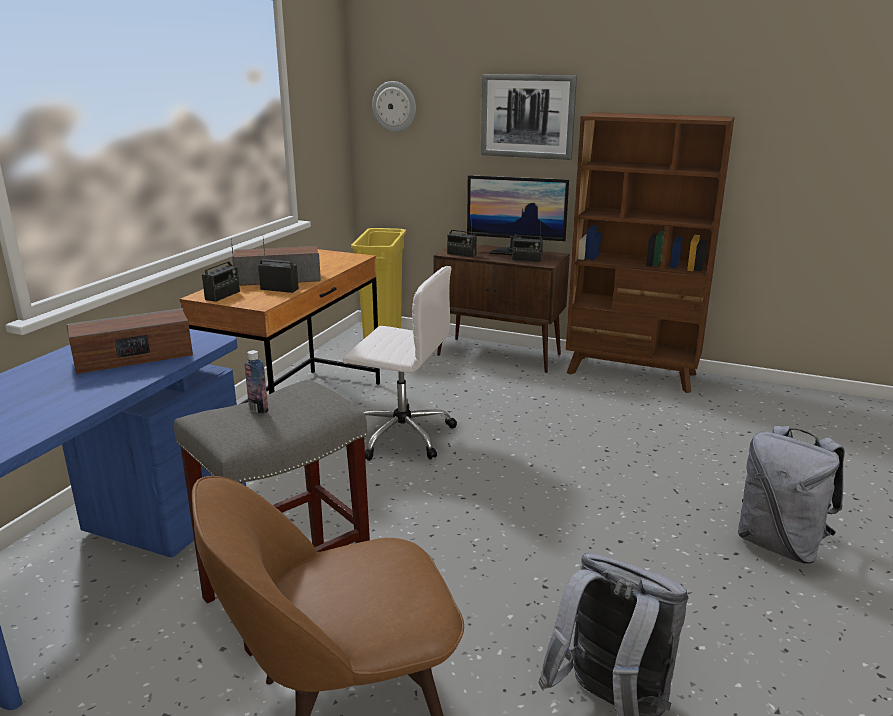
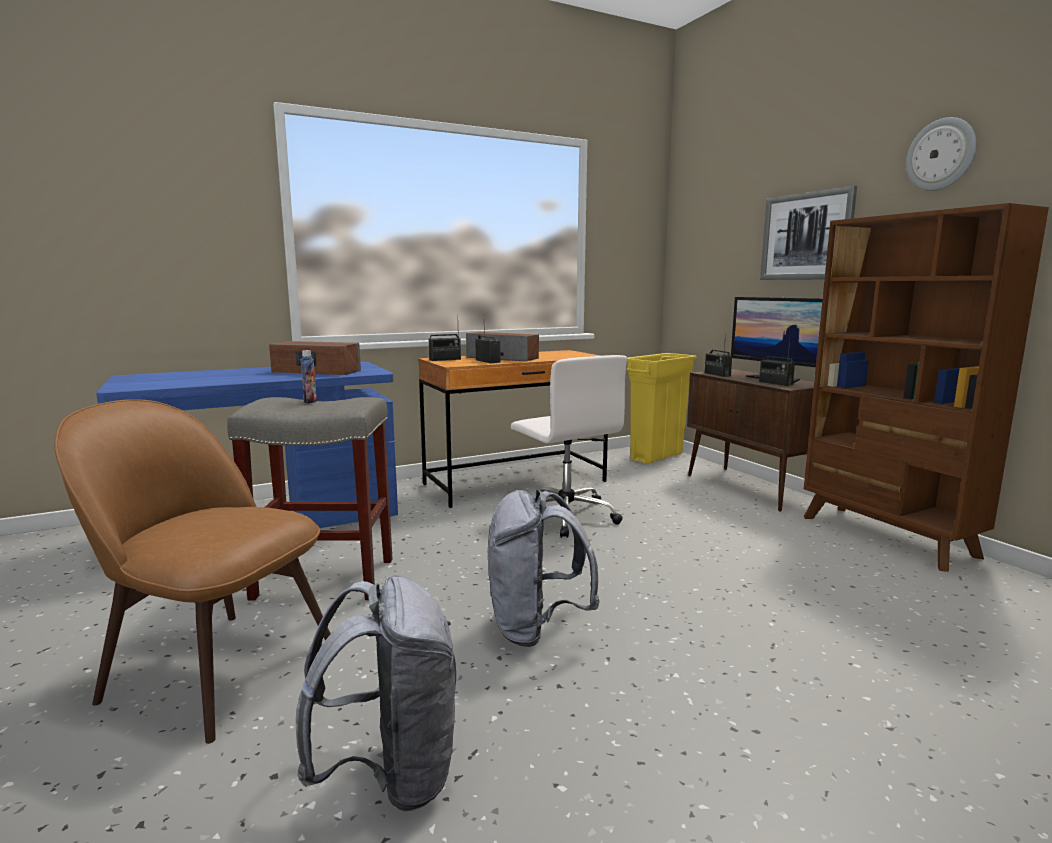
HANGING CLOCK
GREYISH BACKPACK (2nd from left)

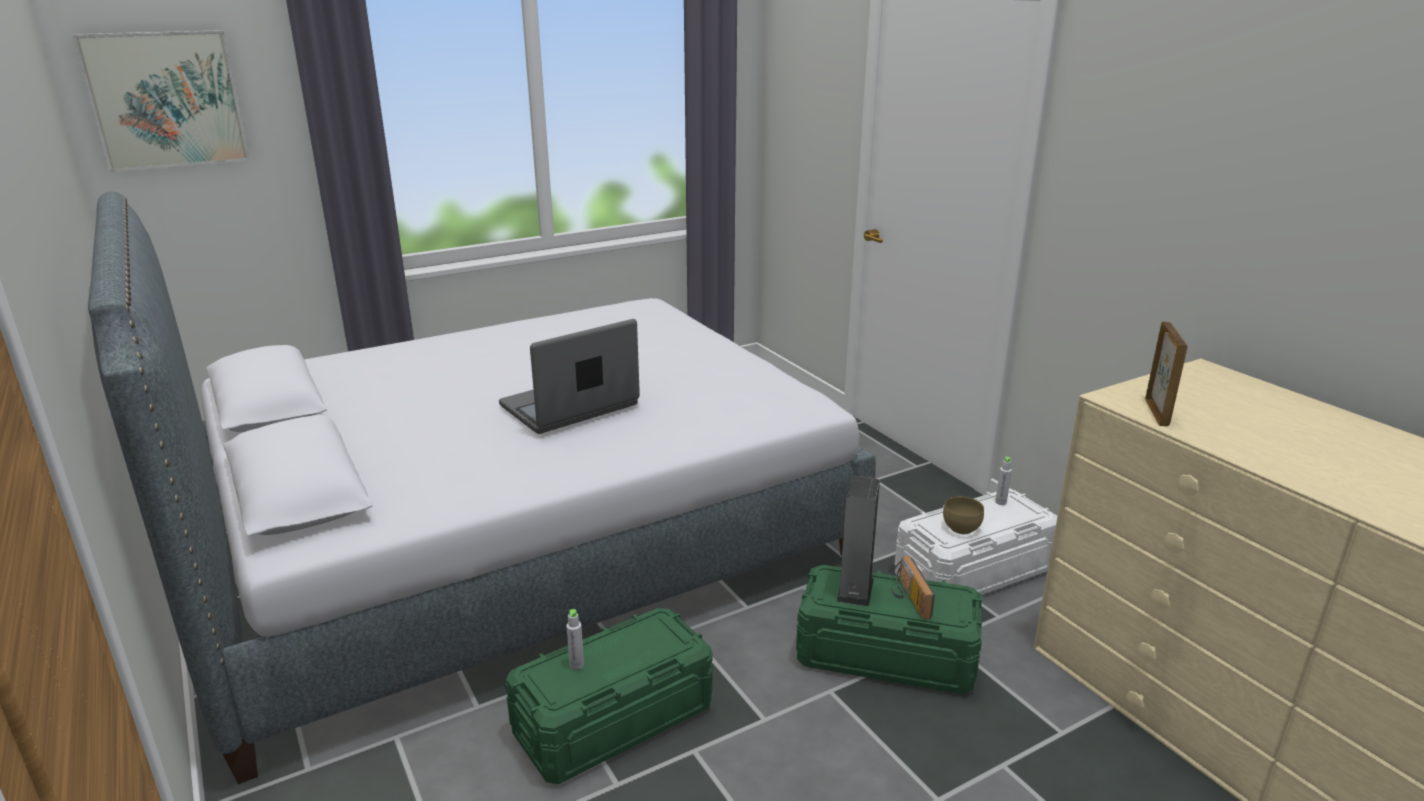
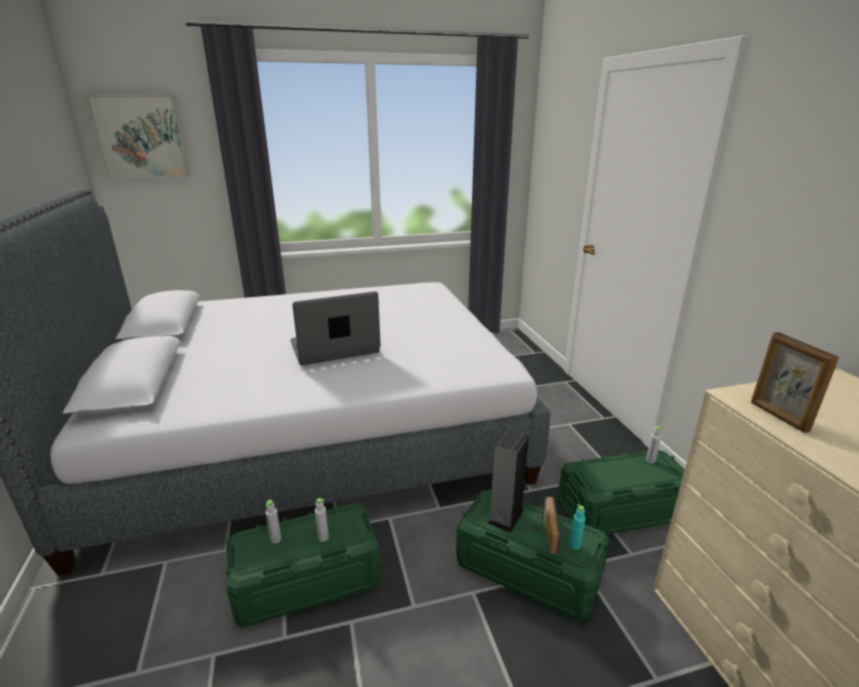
GREEN STORAGE BIN (3rd from left)
BROWNISH DEEP DISH
PHOTO FRAME
GREYISH DRINK BOTTLE (2nd from left)
TURQUOISE-COLOURED DRINK BOTTLE

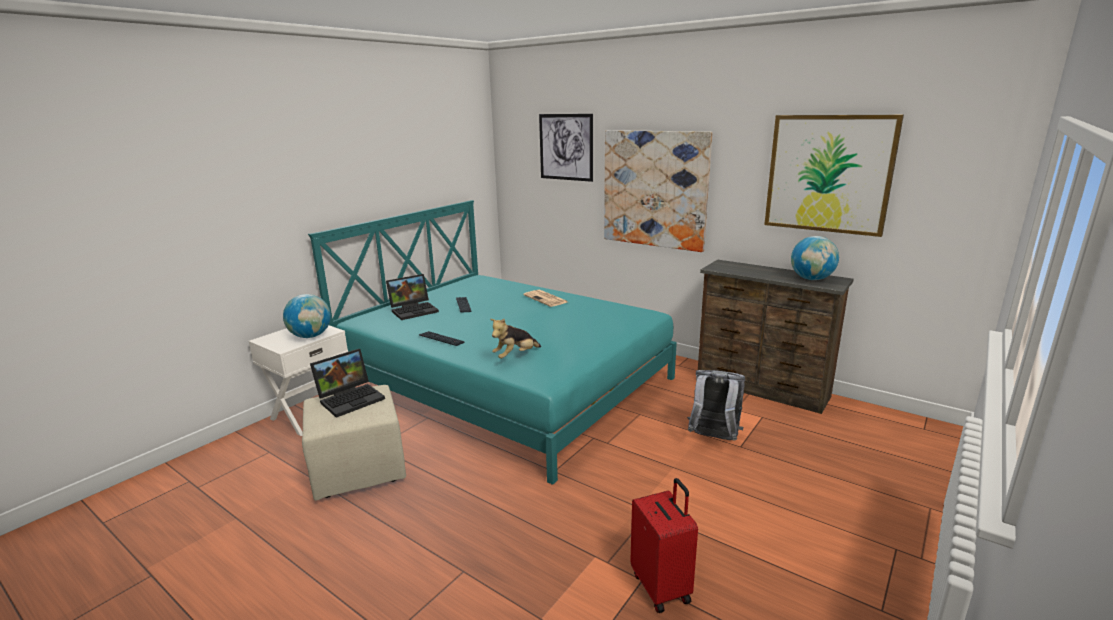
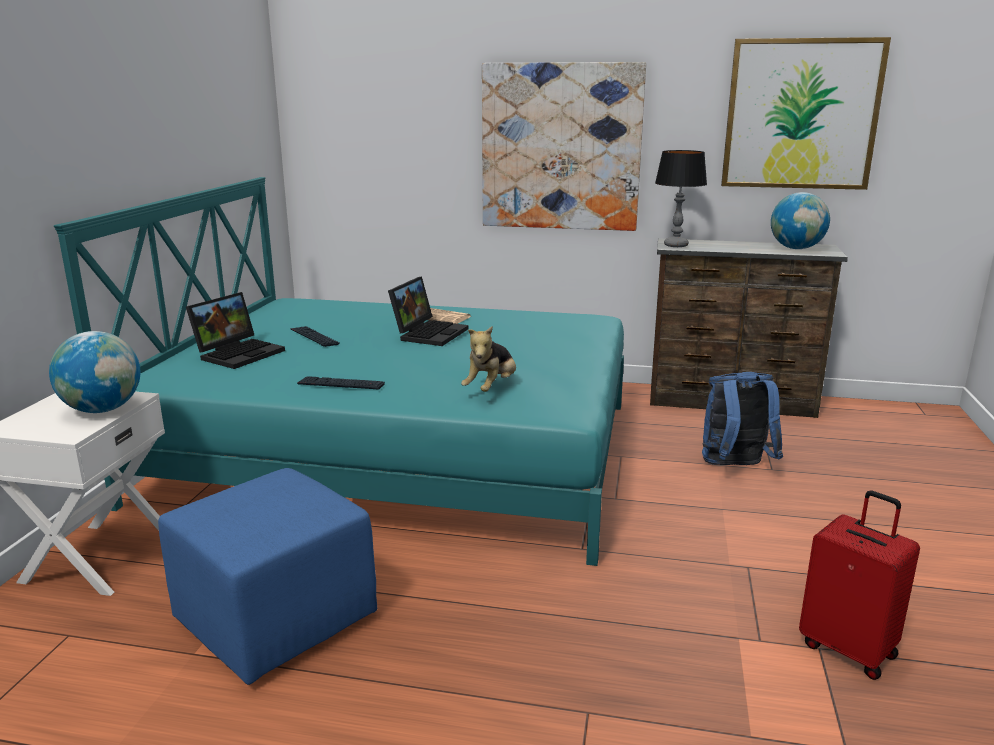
BLUE POUFFE
NOTEBOOK COMPUTER (2nd from left)
WALL PICTURE (1st from left in the first image)
BLUE BACKPACK
TABLETOP LAMP

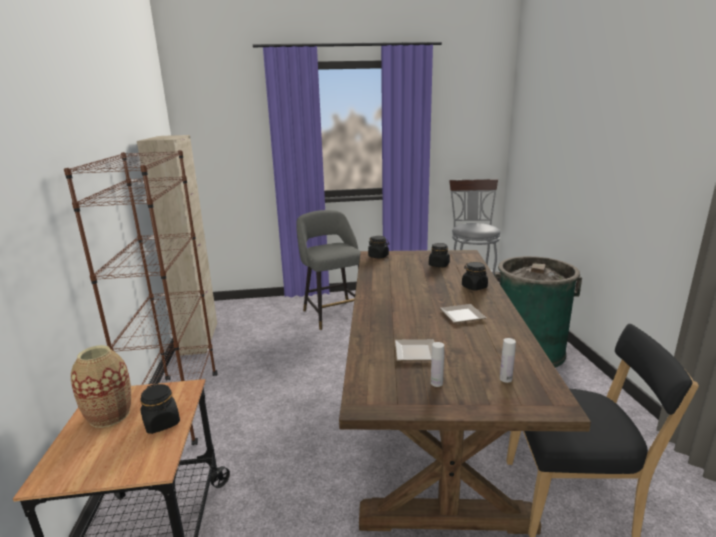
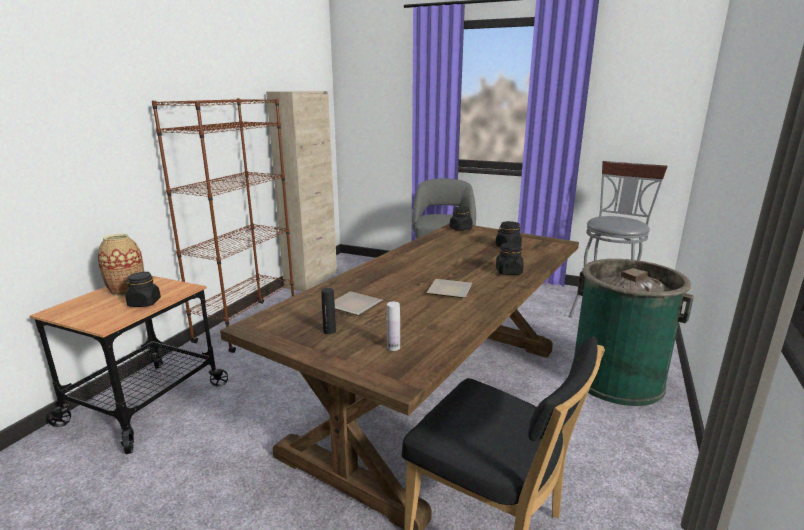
BLACK-COLOURED DRINK BOTTLE

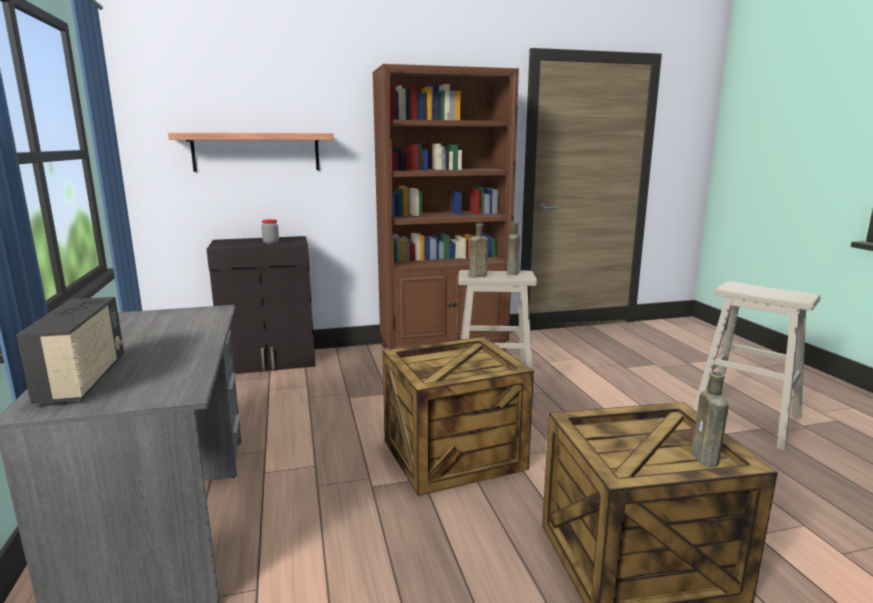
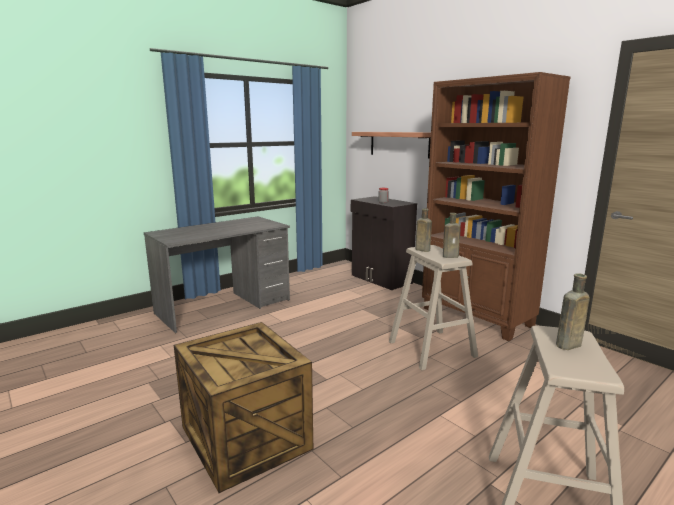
RADIO RECEIVER
SHIPPING CRATE (1st from left in the first image)
BROWNISH DRINK BOTTLE (3rd from left)

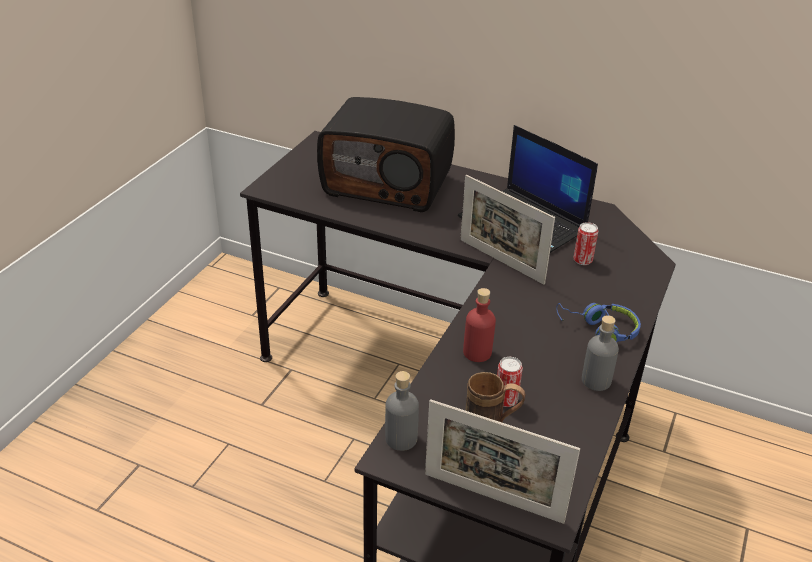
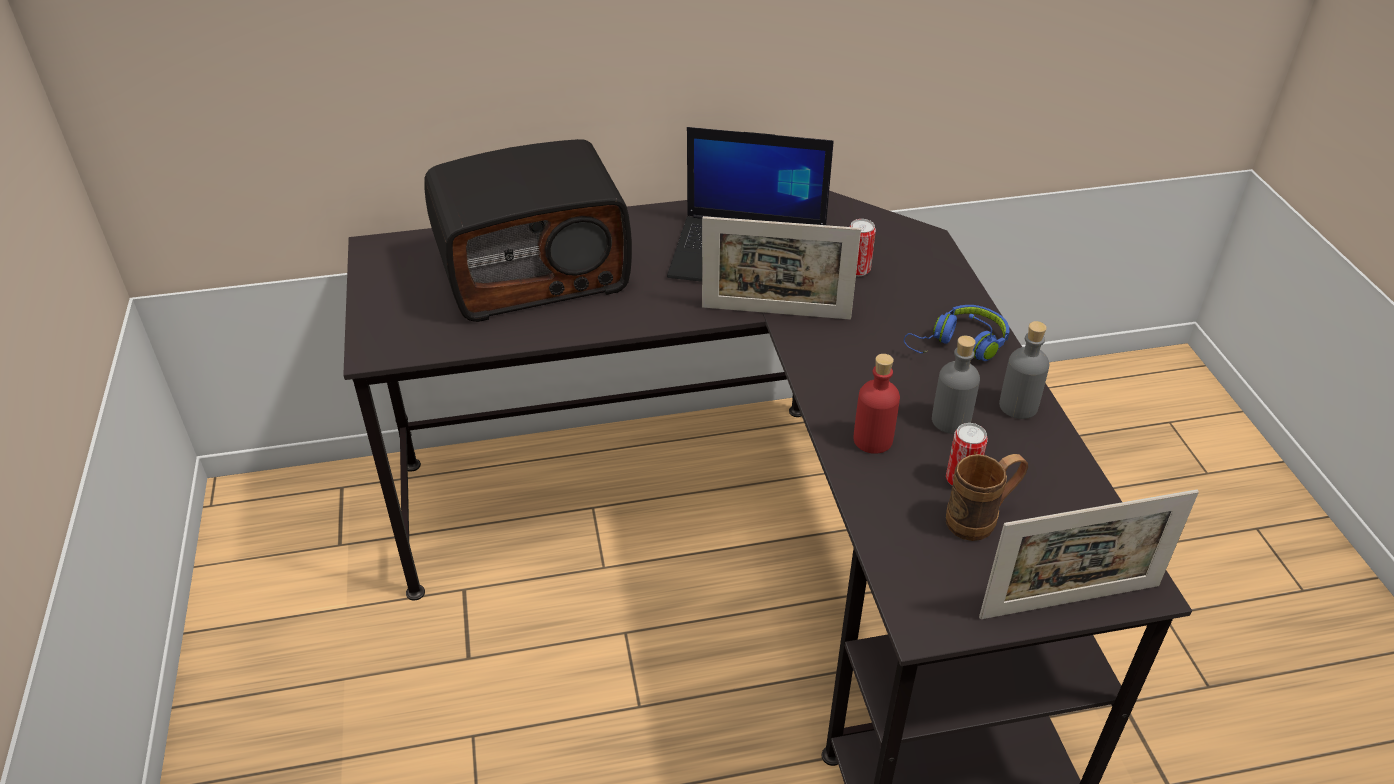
GREYISH DRINK BOTTLE (1st from left)

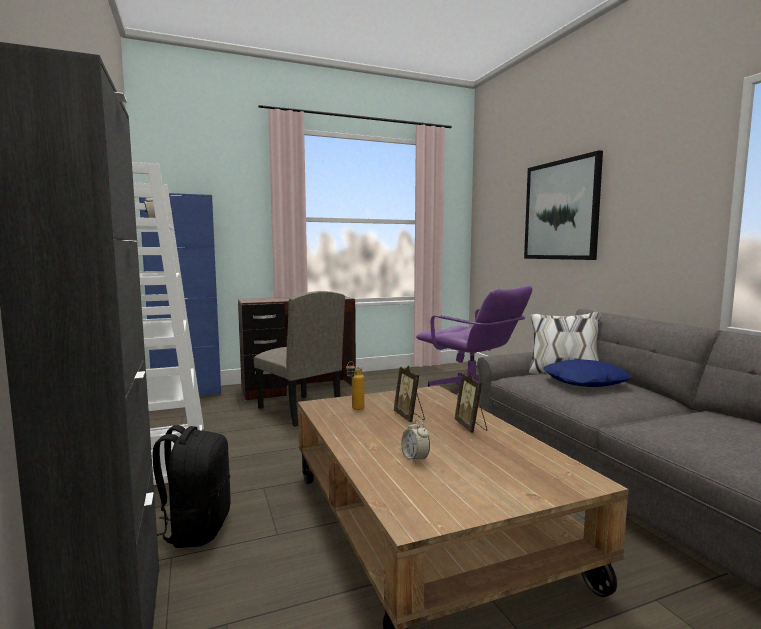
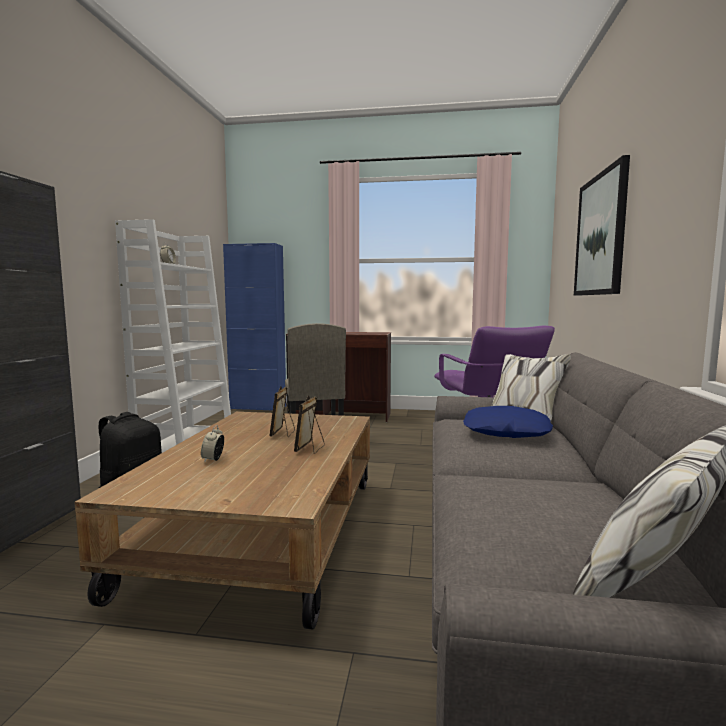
DRINK BOTTLE

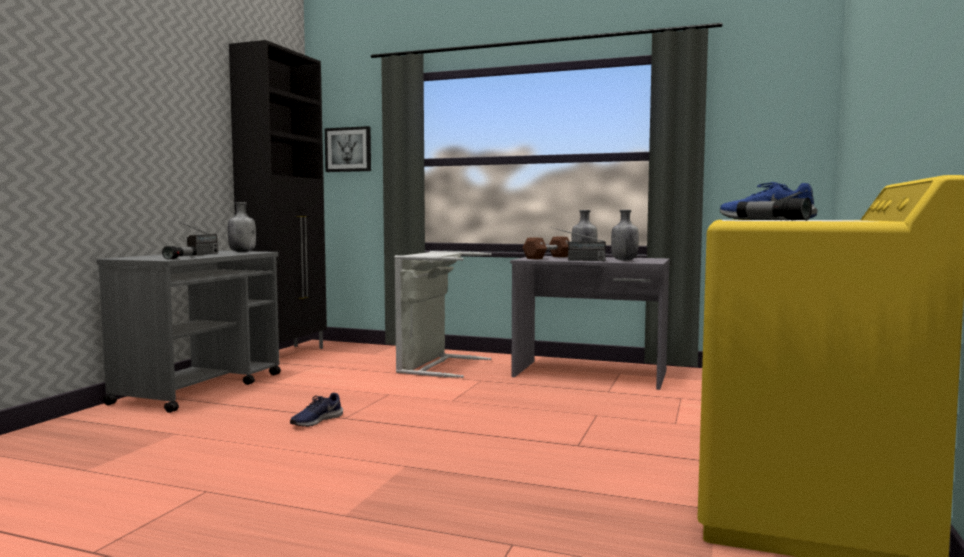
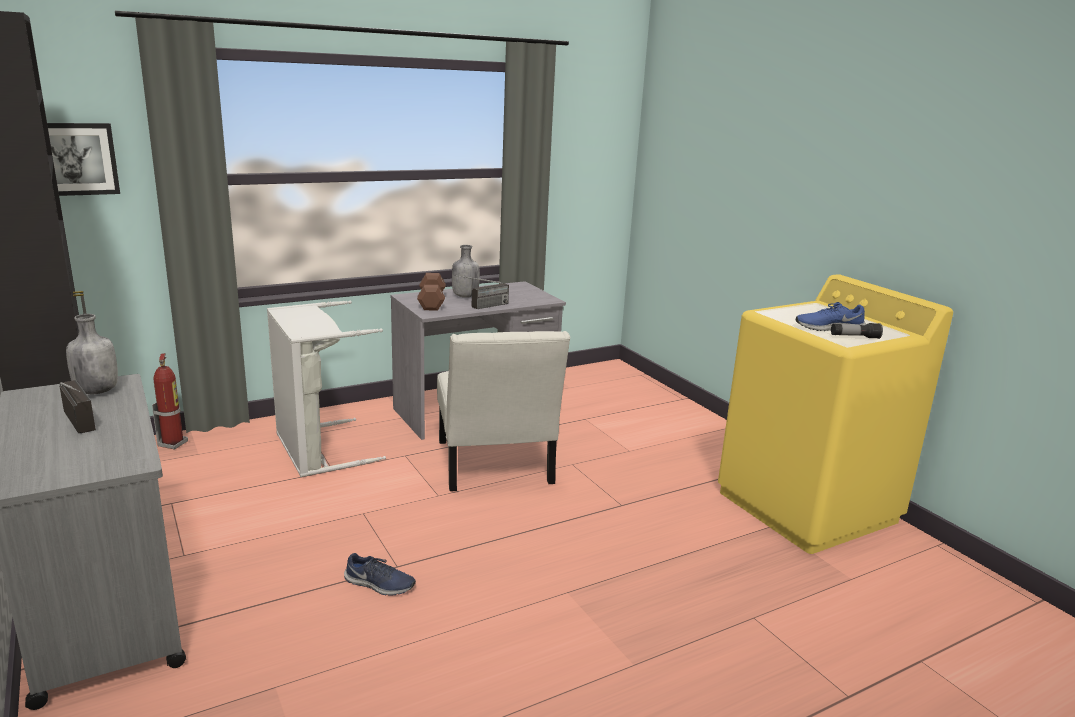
FLASHLIGHT (1st from left in the first image)
BLUE LOW SHOE (1st from left)
GREYISH DRINK BOTTLE (3rd from left in the first image)
FIRE-FIGHTING CYLINDER
WHITE UPRIGHT CHAIR

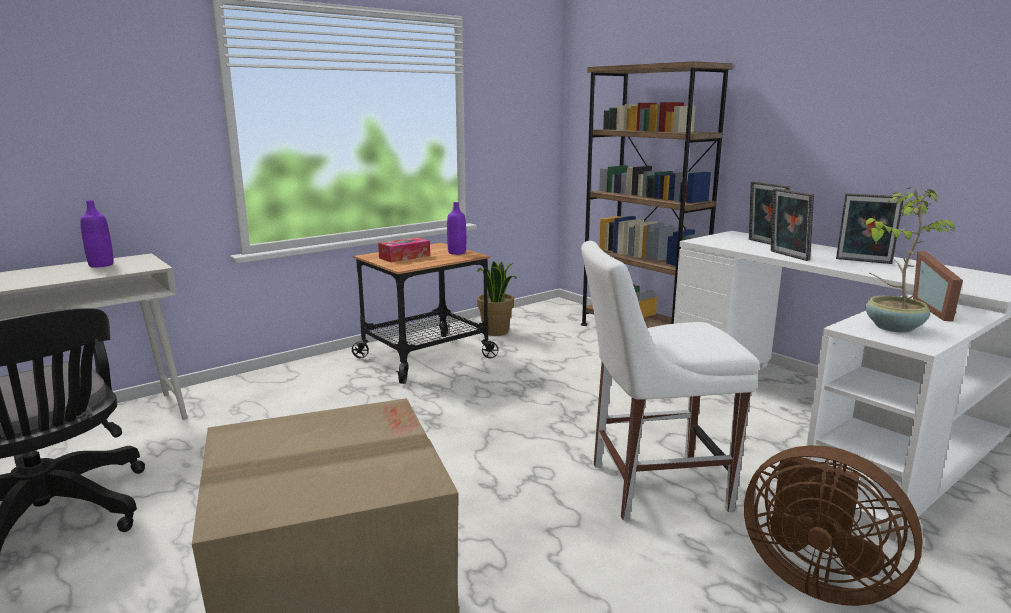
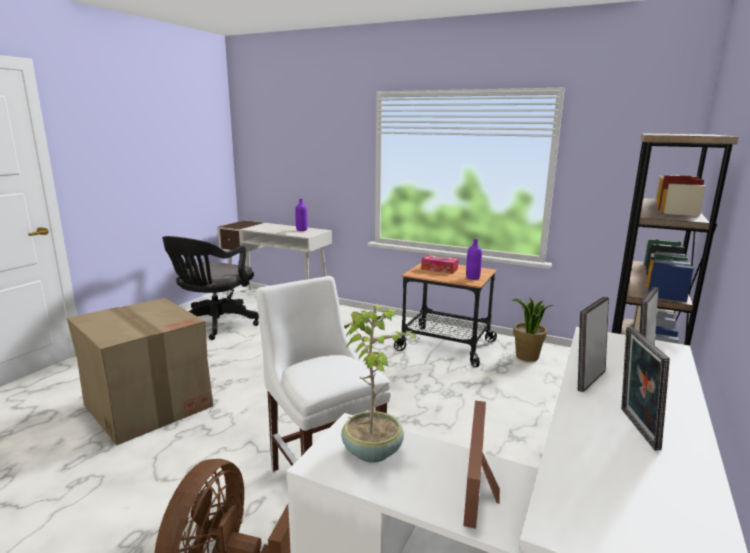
PHOTO FRAME (1st from left)

